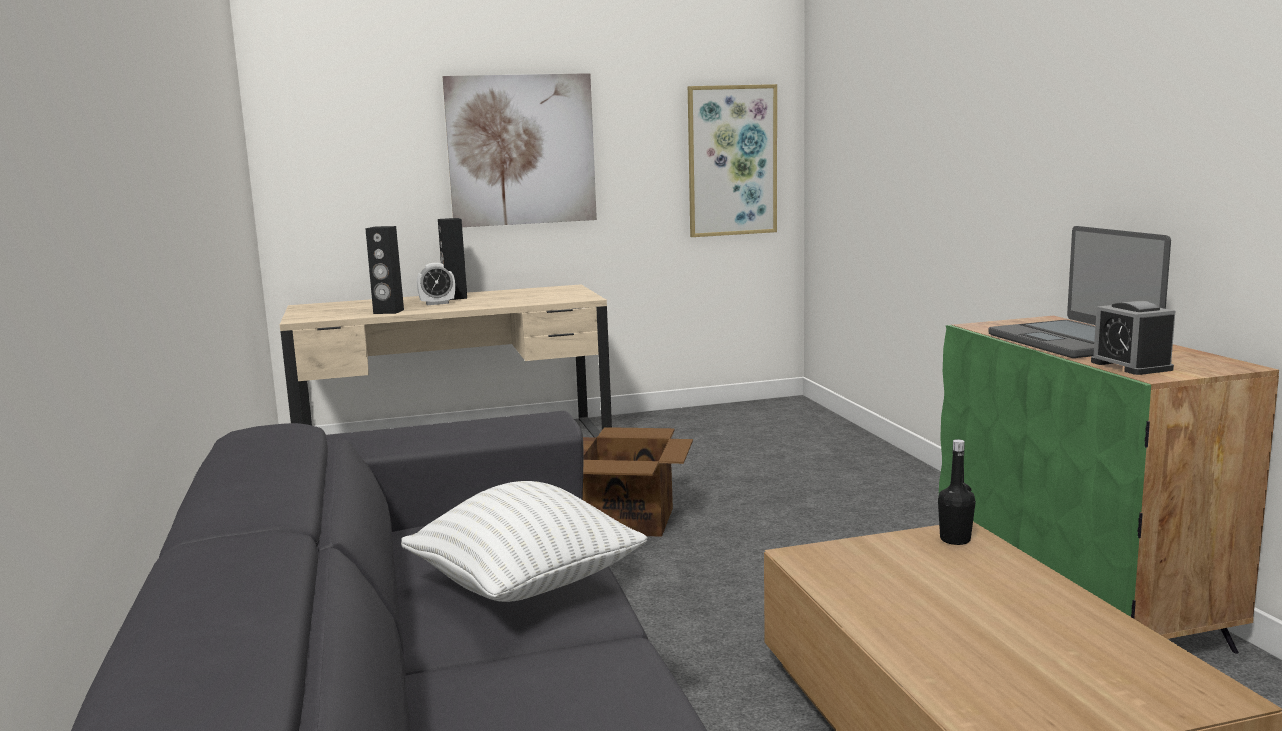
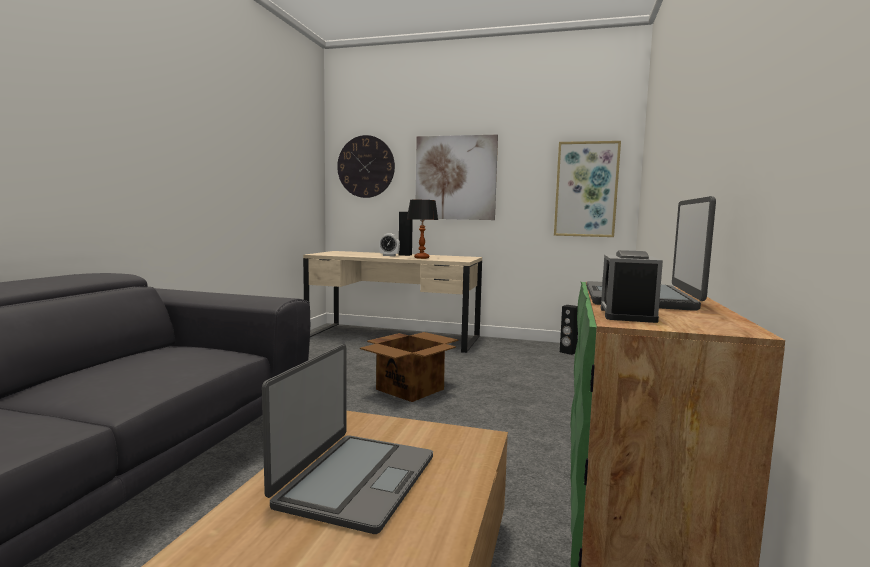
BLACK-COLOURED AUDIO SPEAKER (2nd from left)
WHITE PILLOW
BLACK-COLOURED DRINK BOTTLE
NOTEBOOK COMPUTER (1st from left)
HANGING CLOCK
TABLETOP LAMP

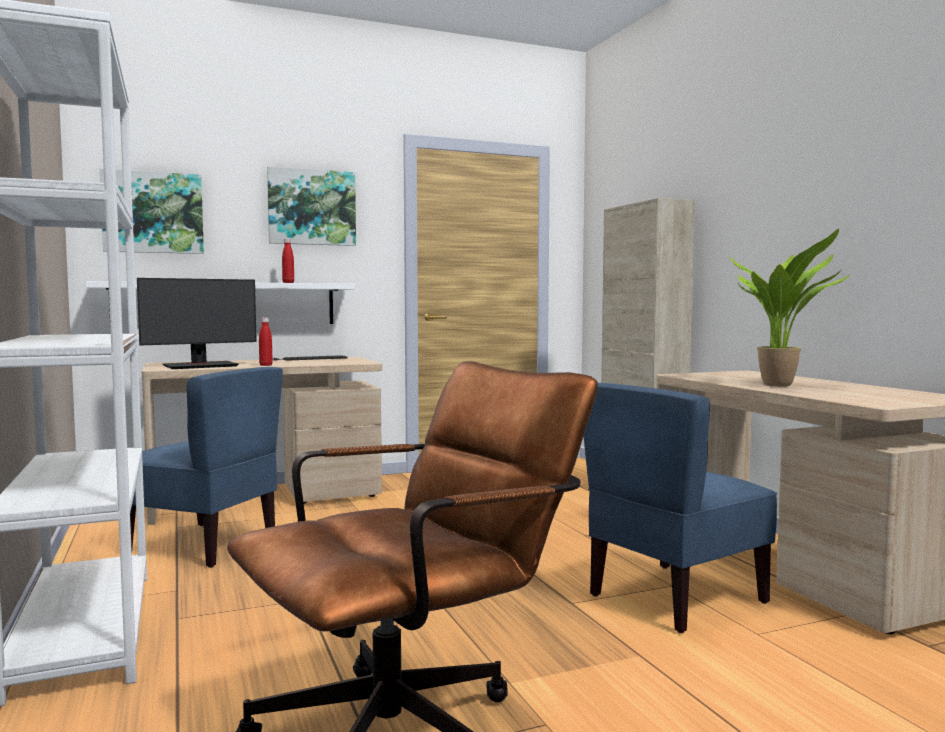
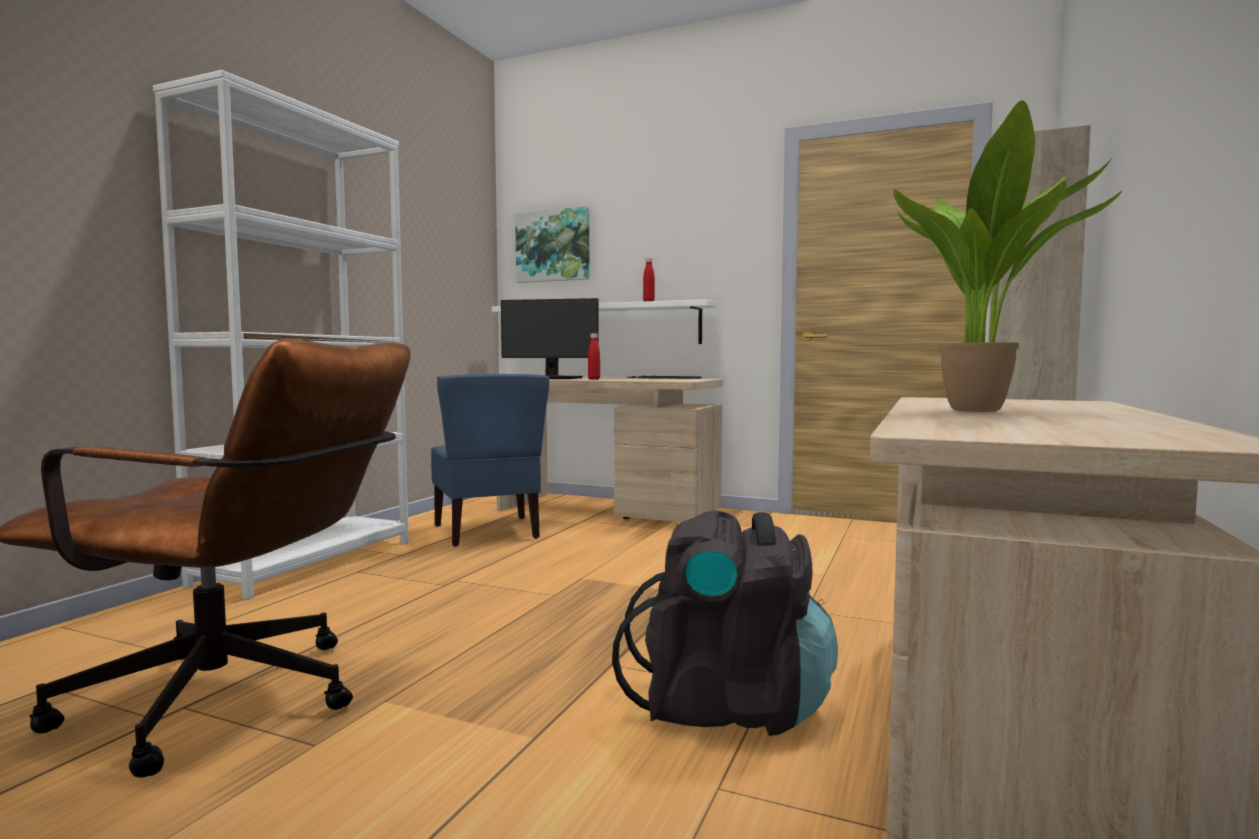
WALL PICTURE (2nd from left in the first image)
BLACK-COLOURED BACKPACK

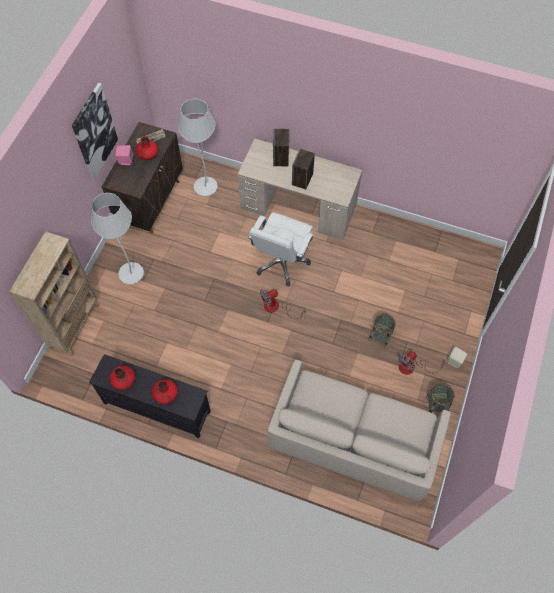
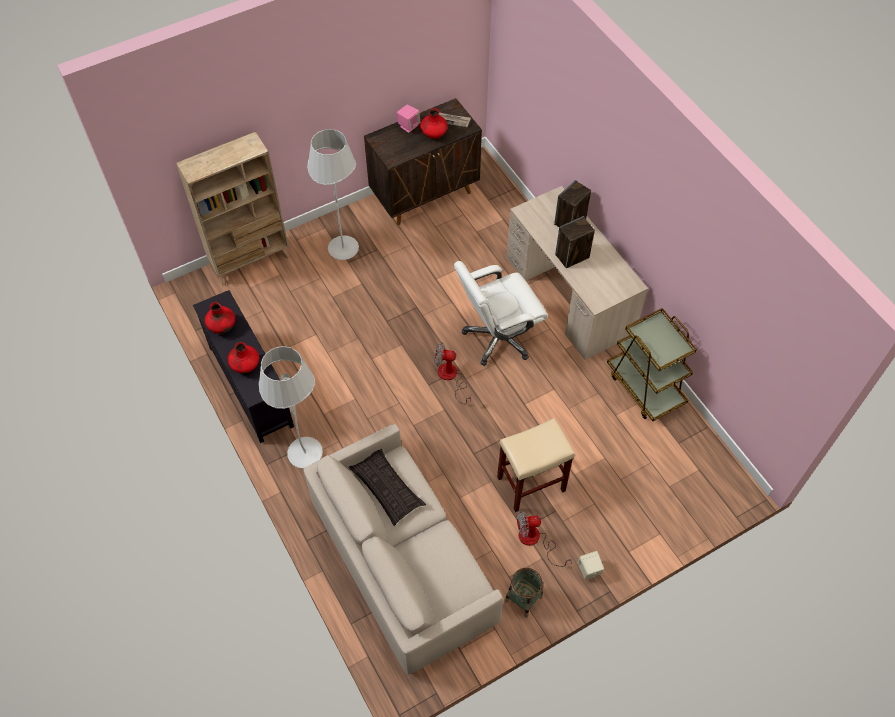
WALL PICTURE
WHITE STANDING LAMP (1st from left)
BEIGE-COLOURED STOOL SEAT
PILLOW
BROWNISH CART

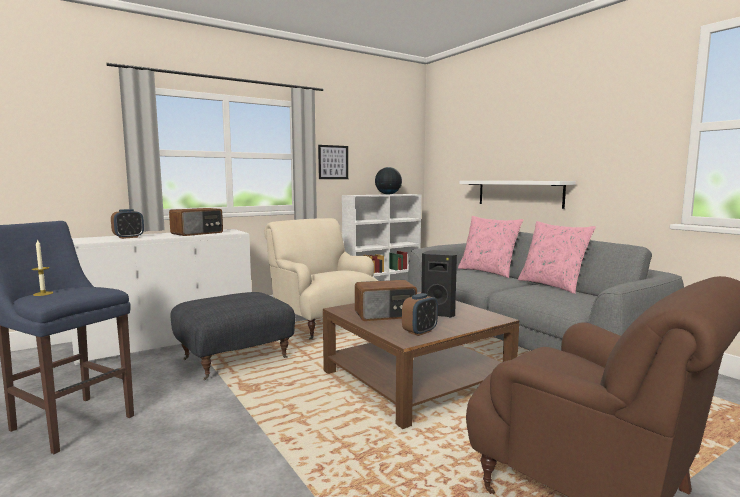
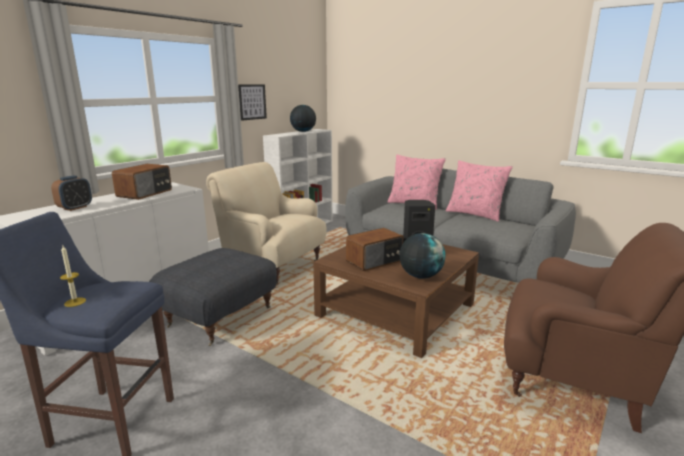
WORLD GLOBE (2nd from left)
WHITE BRACKET SHELF

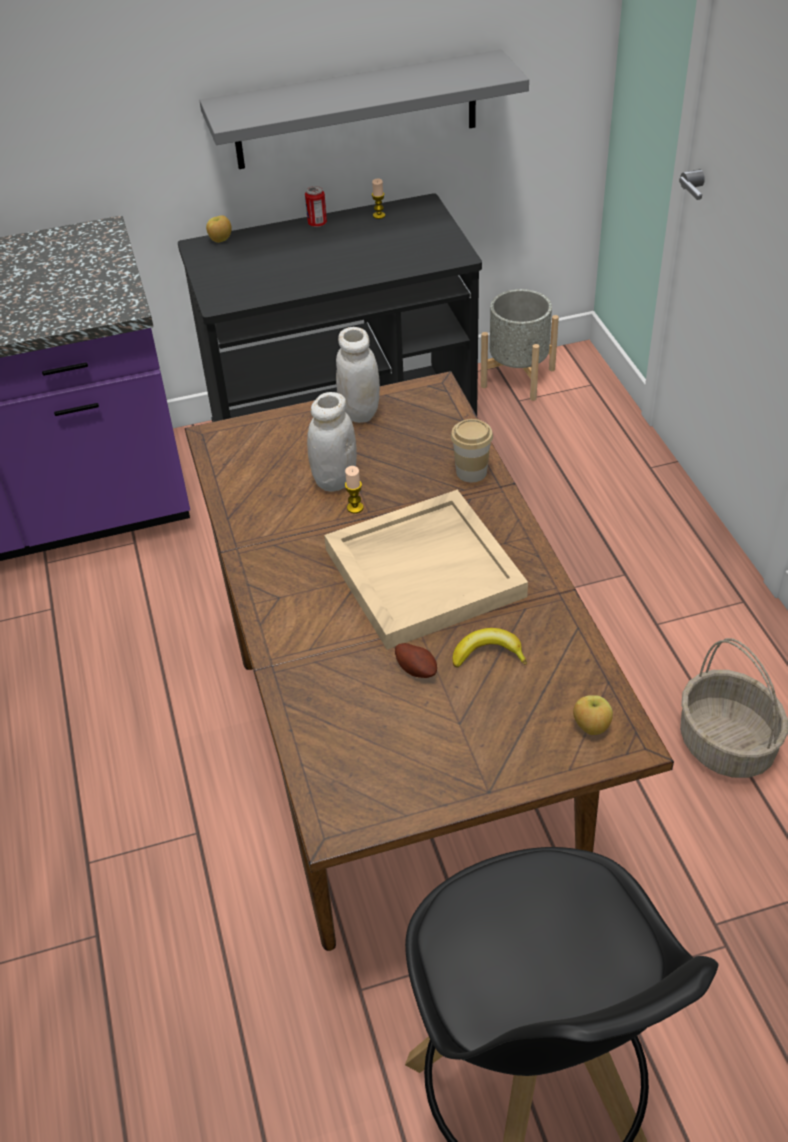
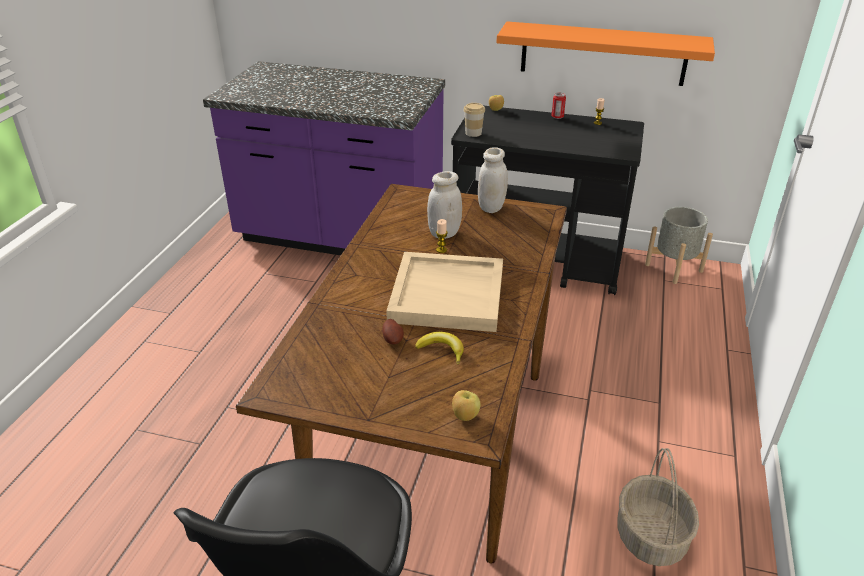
ORANGE-COLOURED BRACKET SHELF
CUP

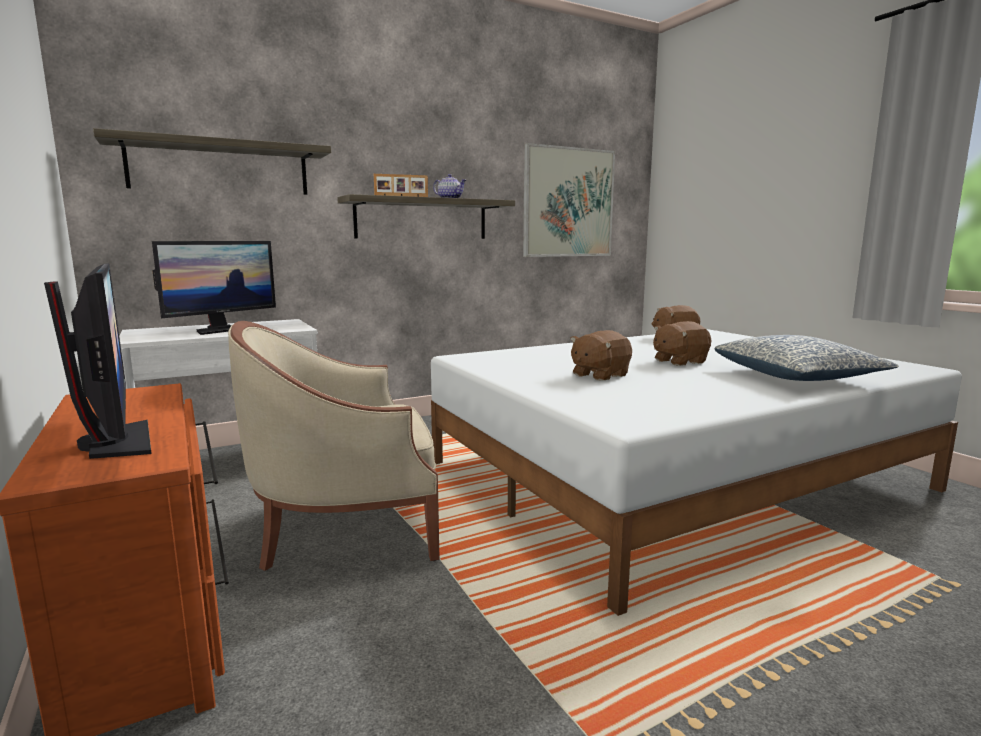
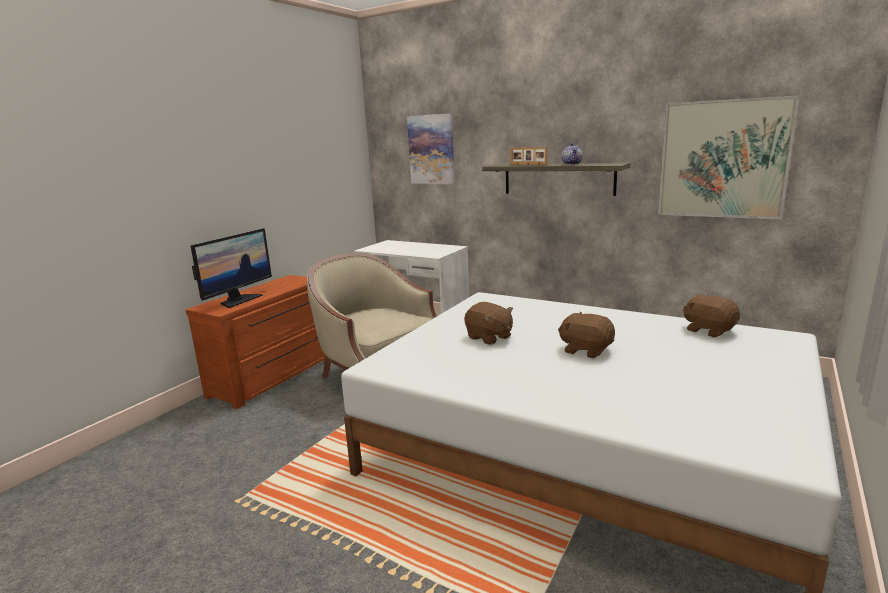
WALL PICTURE (1st from left)
COMPUTER SCREEN (2nd from left in the first image)
BROWNISH CUDDLY TOY (1st from left)
PILLOW

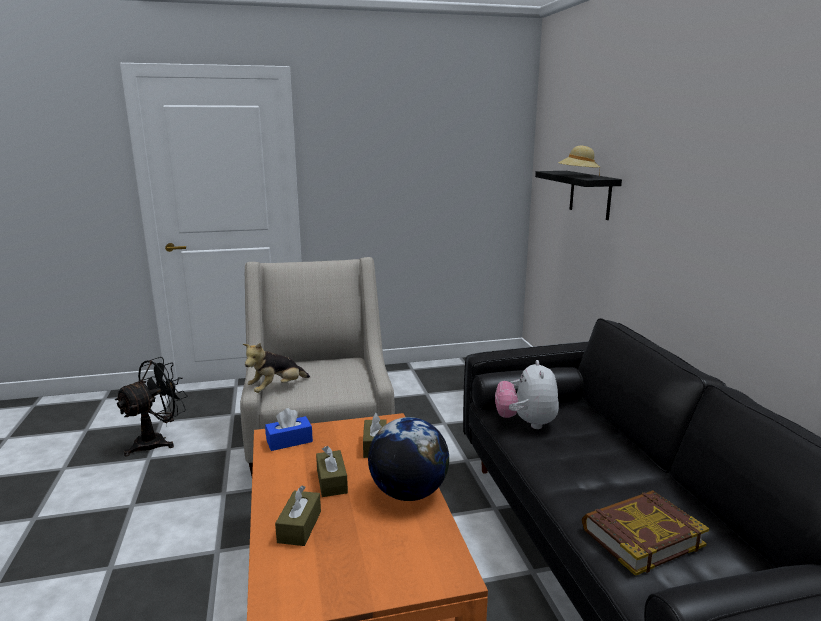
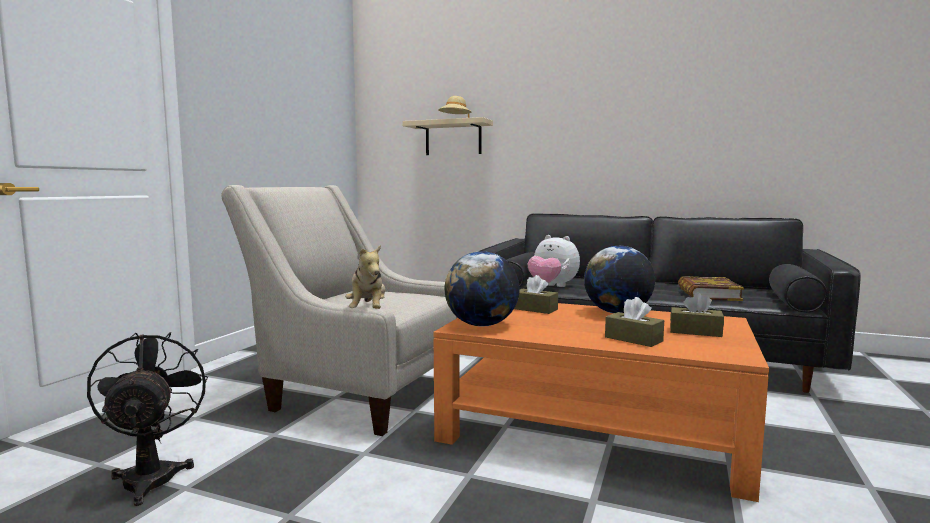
WORLD GLOBE (1st from left)
BROWNISH TISSUE HOLDER (3rd from left)
BEIGE-COLOURED BRACKET SHELF

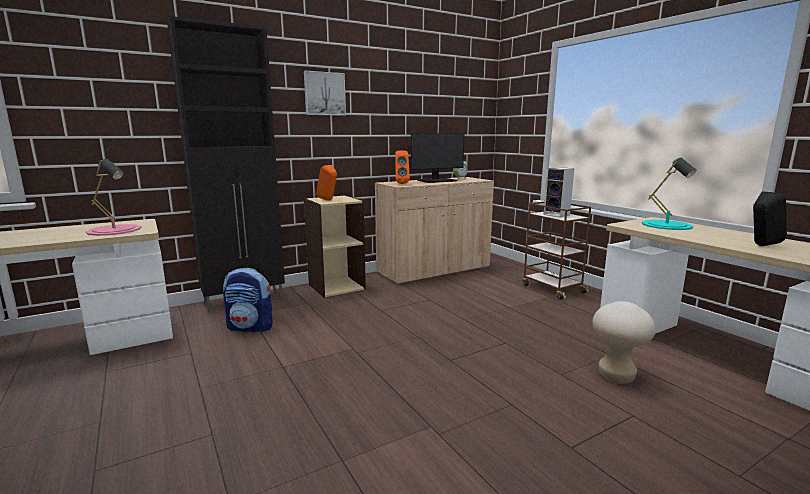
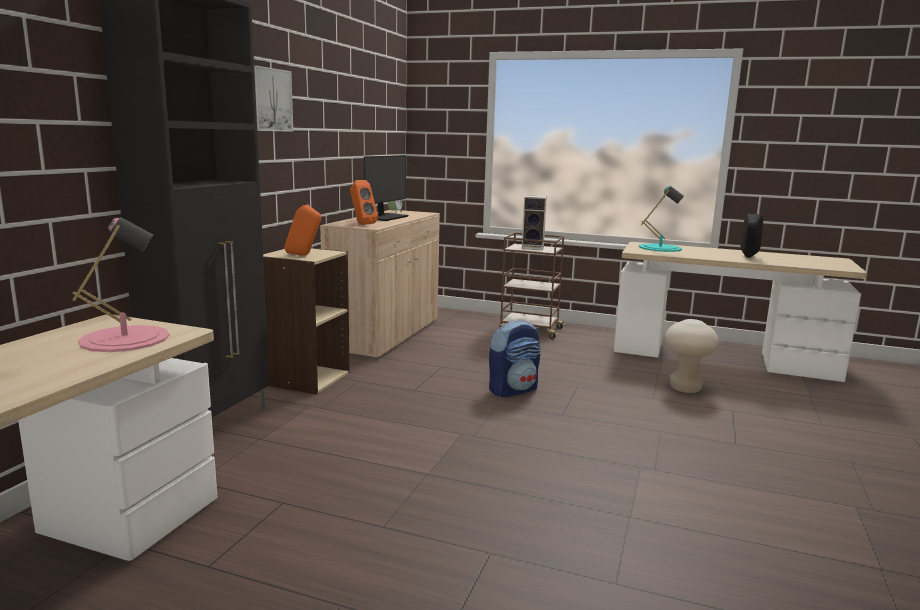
BACKPACK

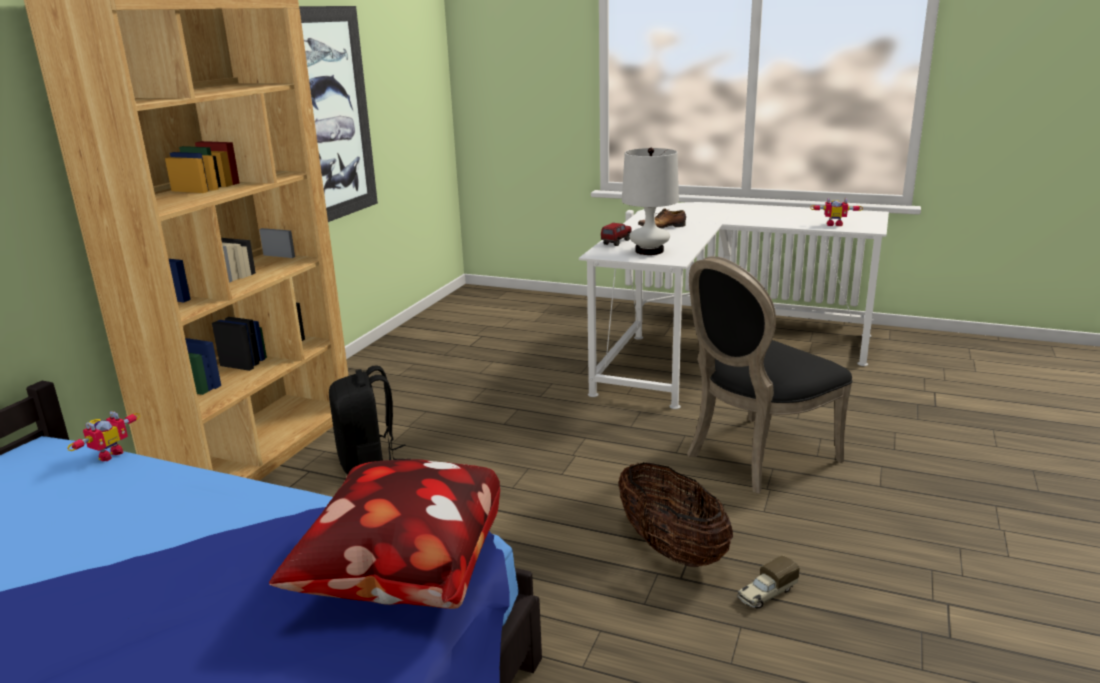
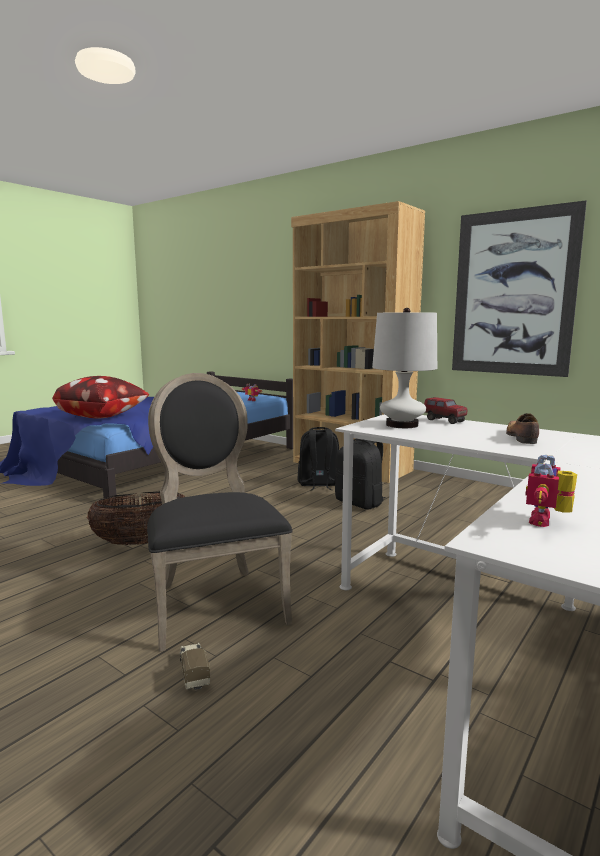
TOY TRUCK (1st from left)
BLACK-COLOURED BACKPACK (2nd from left)

